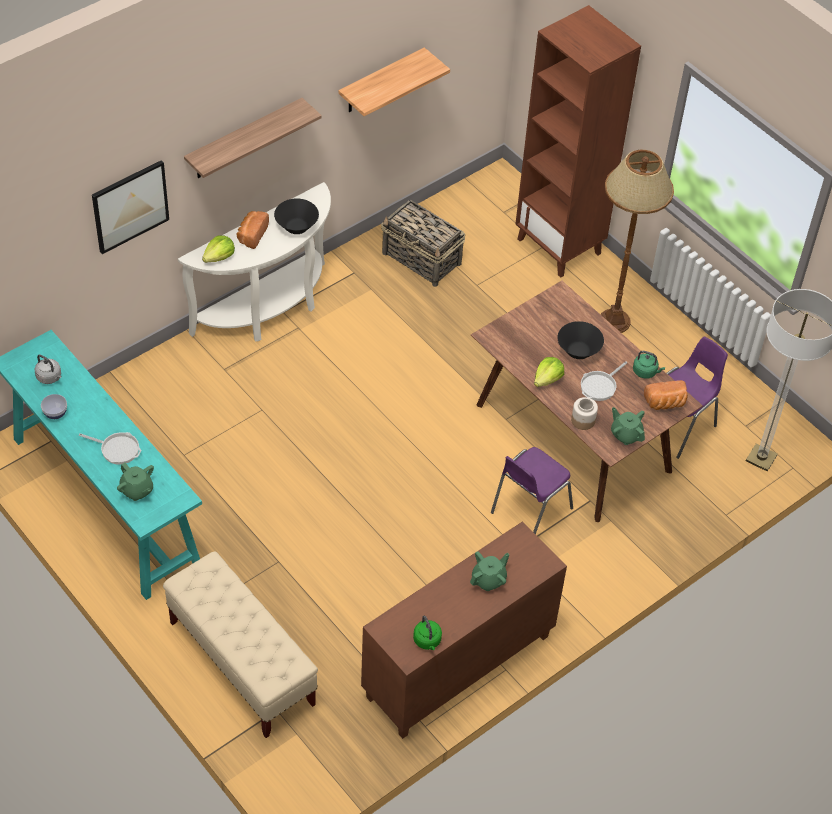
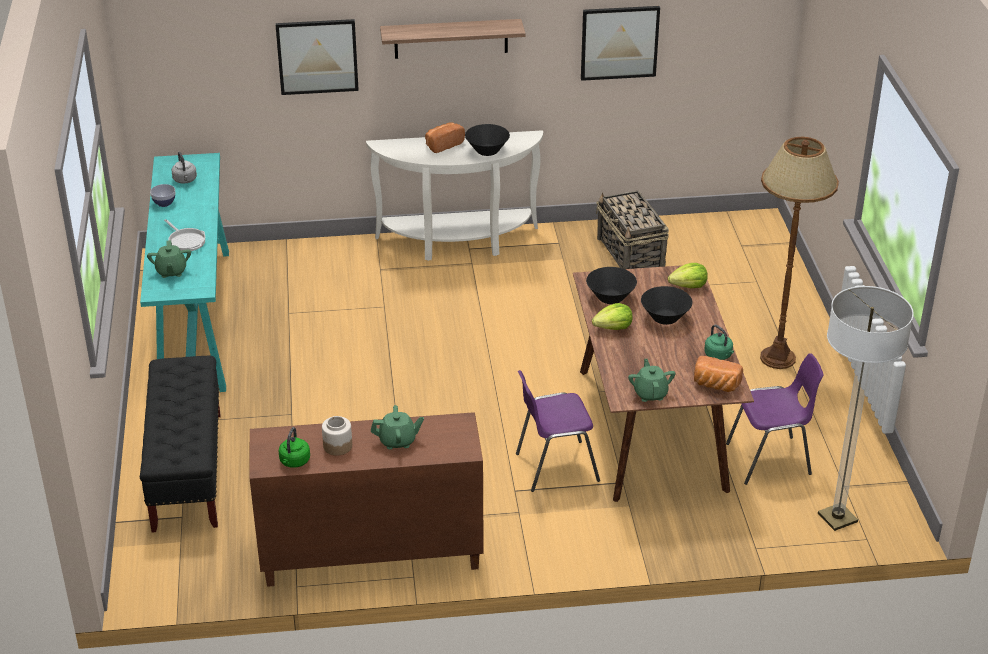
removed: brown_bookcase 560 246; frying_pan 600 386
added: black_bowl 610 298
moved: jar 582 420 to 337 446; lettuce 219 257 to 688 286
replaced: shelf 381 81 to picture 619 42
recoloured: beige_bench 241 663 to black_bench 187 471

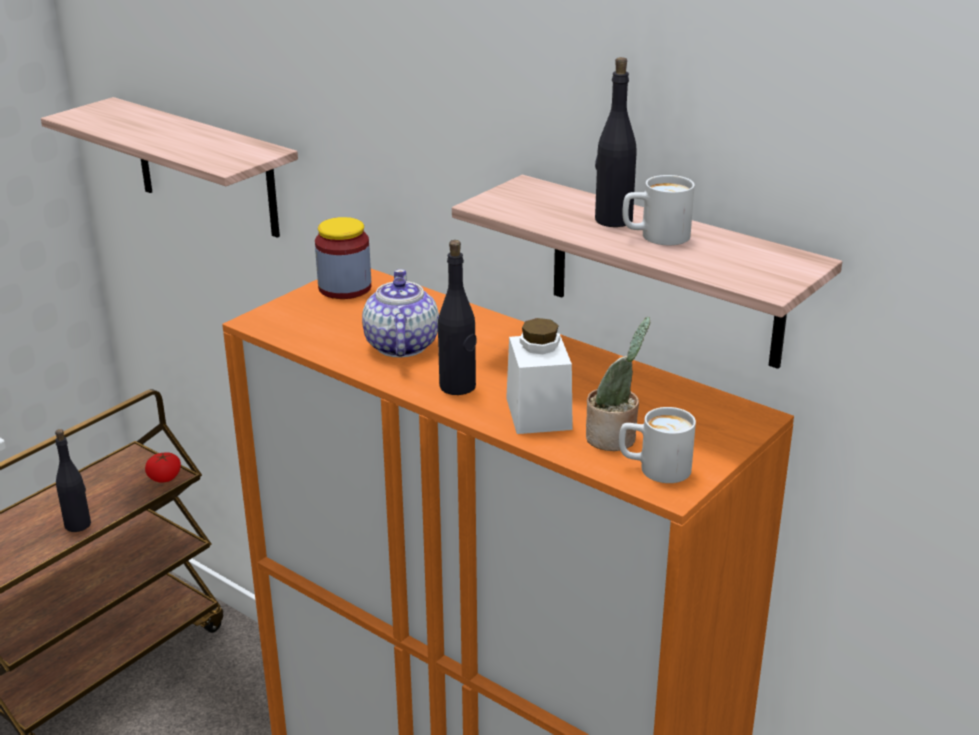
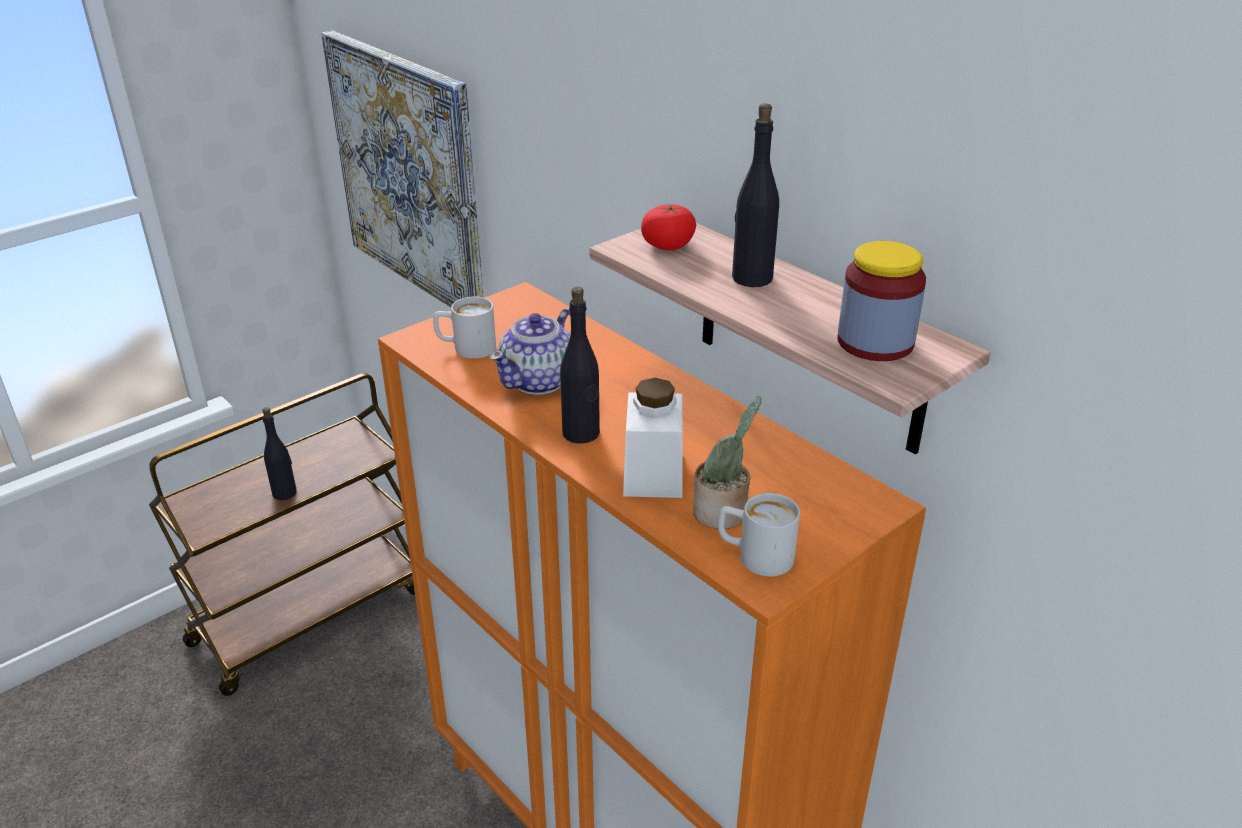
moved: white_mug 655 237 to 466 348; tomato 164 477 to 668 245; jar 345 288 to 875 342
replaced: shelf 205 168 to picture 408 173
turned: teapot 400 346 = 539 381 150 degrees counterclockwise

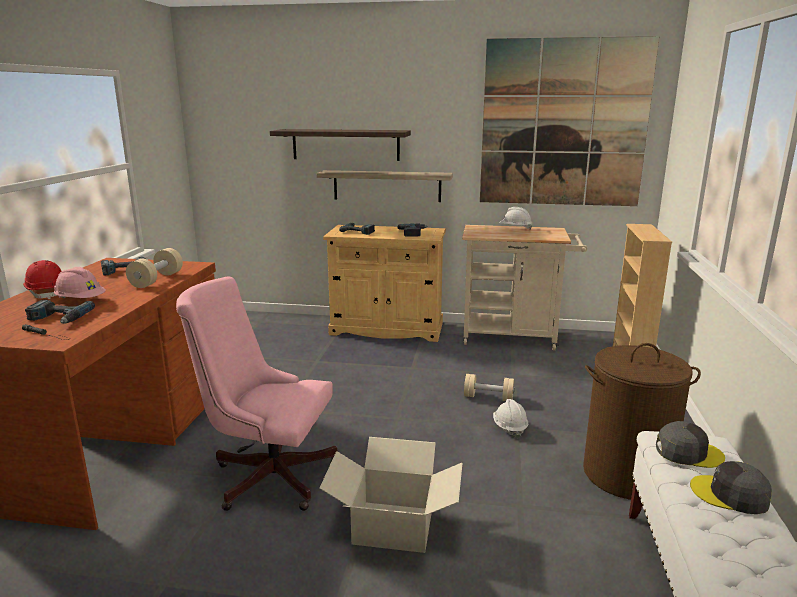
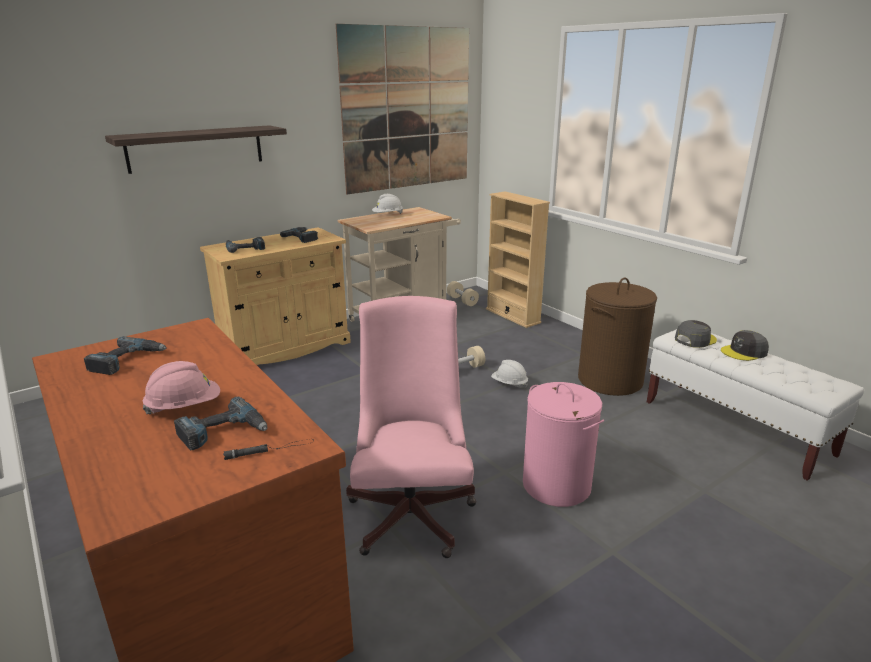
removed: red_hard_hat 48 292; shelf 387 186
moved: beige_dumbbell 157 280 to 462 301
replaced: cardboard_box 393 527 to pink_laundry_basket 557 485
turned: pink_office_chair 267 475 = 412 510 120 degrees clockwise

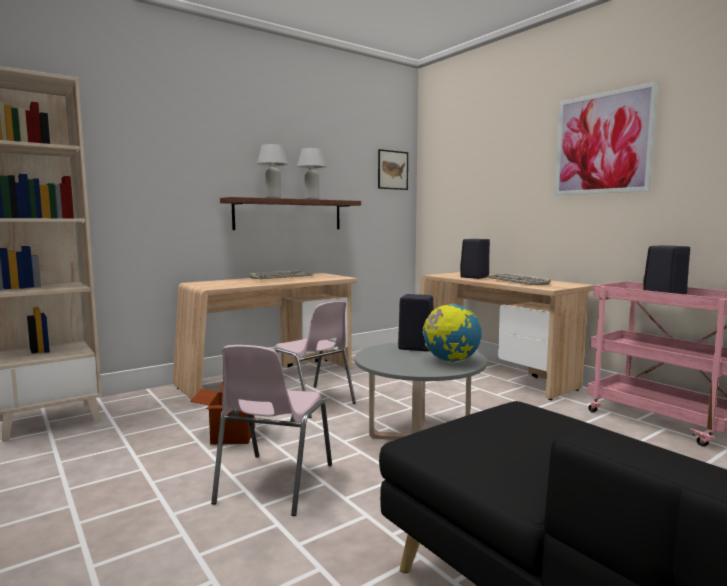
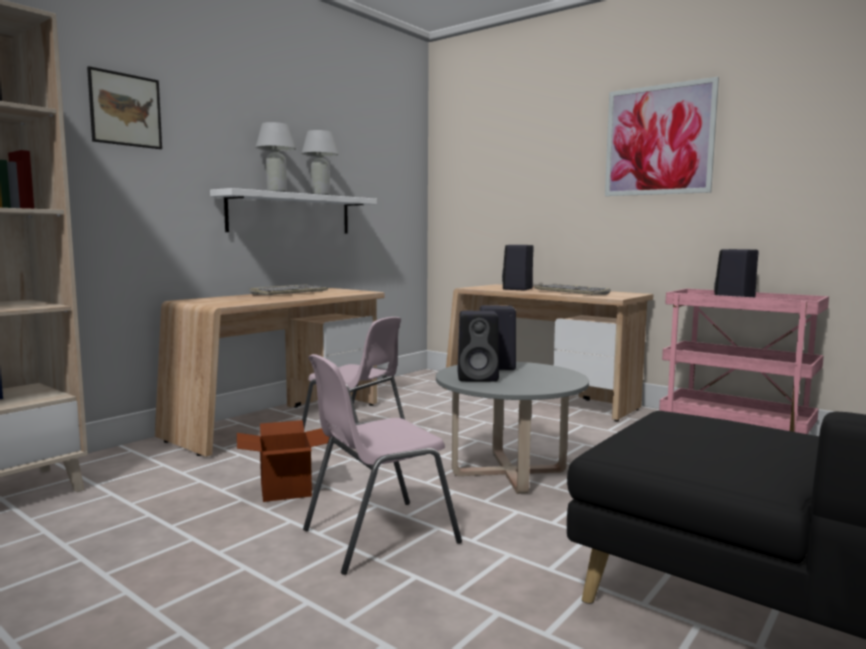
removed: globe 451 362
added: black_speaker 479 377
moved: picture 392 170 to 125 110
recoloured: brown_shelf 289 214 to white_shelf 291 214
turned: pink_chair 273 484 = 377 536 60 degrees clockwise

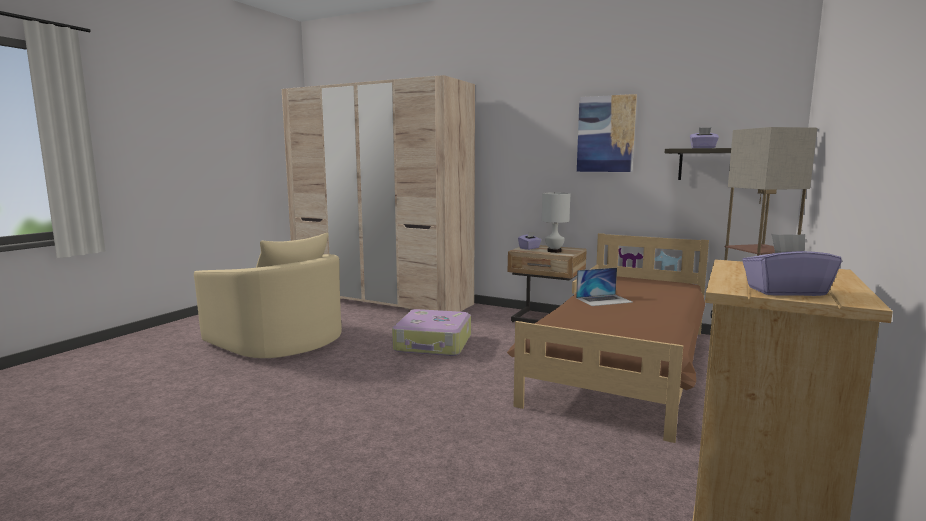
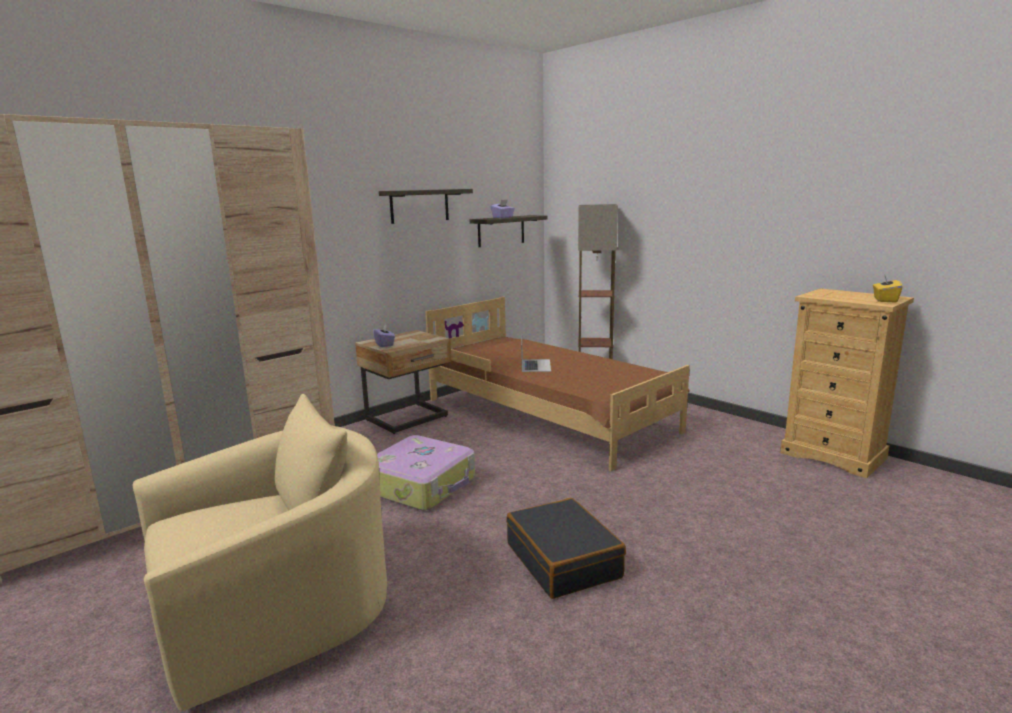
removed: white_table_lamp 554 251
added: black_suitcase 563 560
replaced: picture 606 134 to shelf 419 206
recoloured: purple_tissue_box 785 291 to yellow_tissue_box 884 300

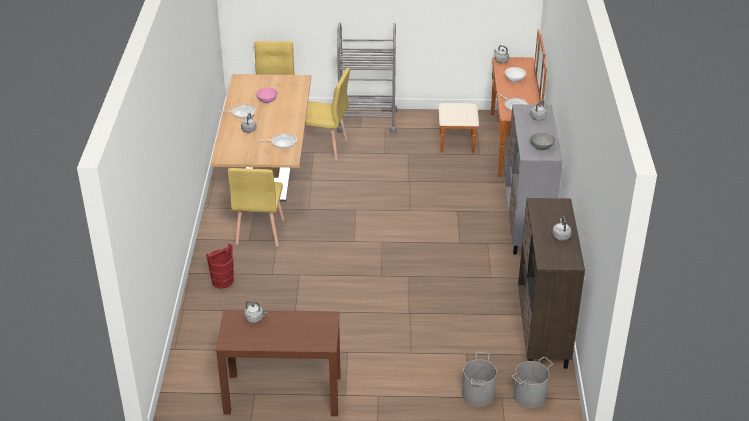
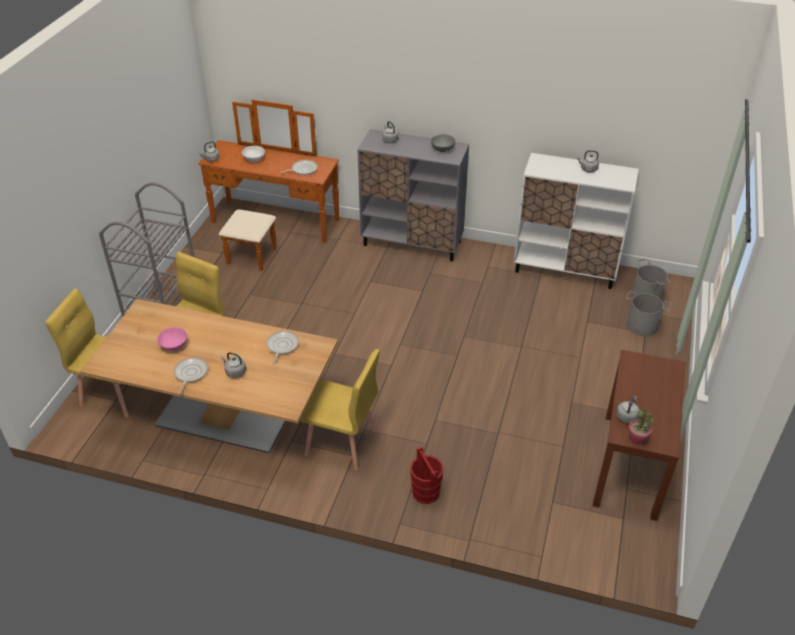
added: potted_plant 637 439
recoloured: brown_cabinet 542 331 to white_cabinet 565 270

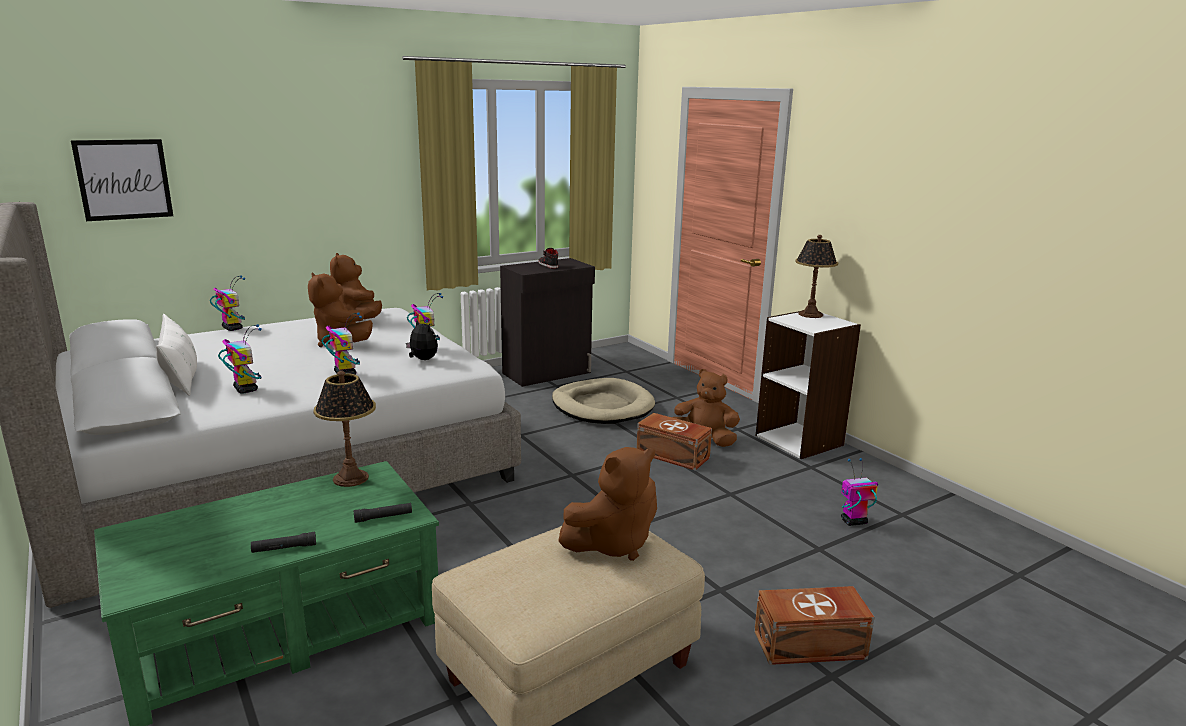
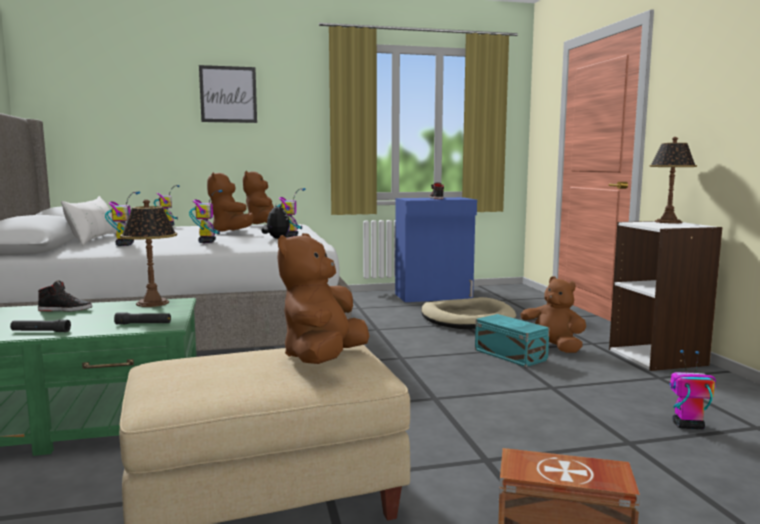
added: black_shoe 65 309
moved: picture 124 179 to 228 94
recoloured: black_cabinet 548 373 to blue_cabinet 434 296; brown_storage_box 673 456 to turquoise_storage_box 510 355
turned: brown_plush_toy 613 544 = 323 359 120 degrees clockwise

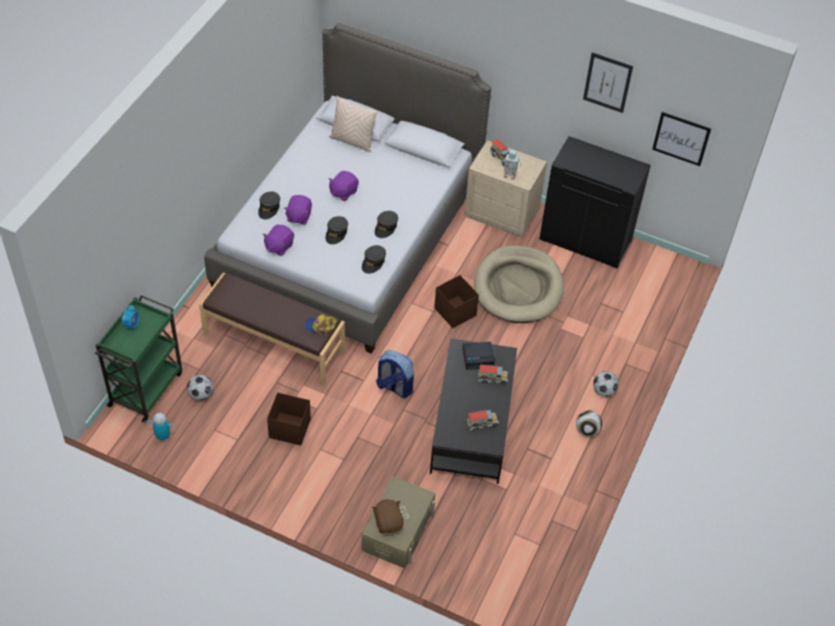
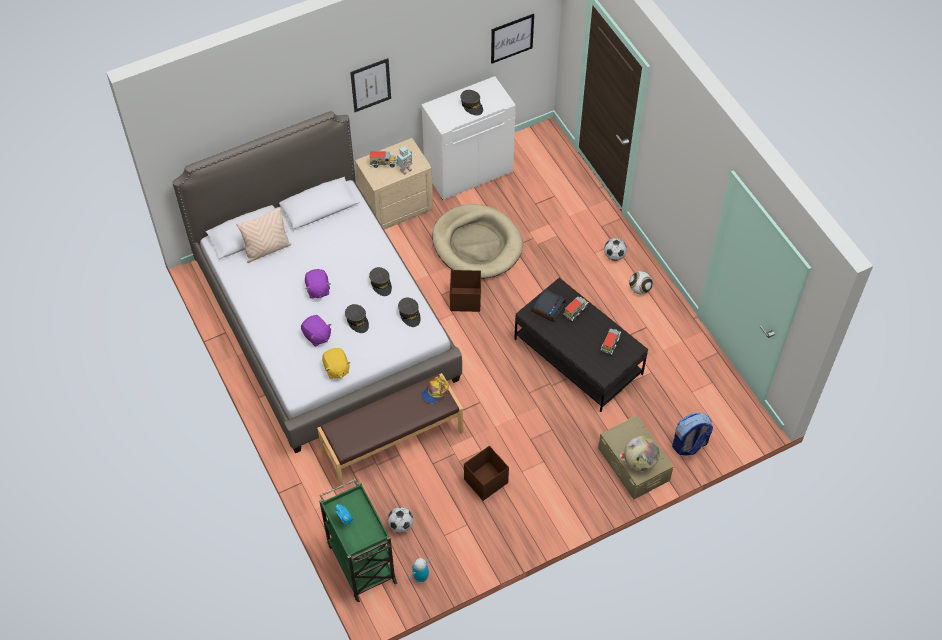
moved: picture 607 82 to 370 85; grey_cap 269 208 to 472 105; backpack 394 387 to 689 444
replaced: brown_plush_toy 388 522 to globe 640 461
recoloured: purple_plush_toy 279 246 to yellow_plush_toy 336 369; black_cabinet 586 239 to white_cabinet 468 171

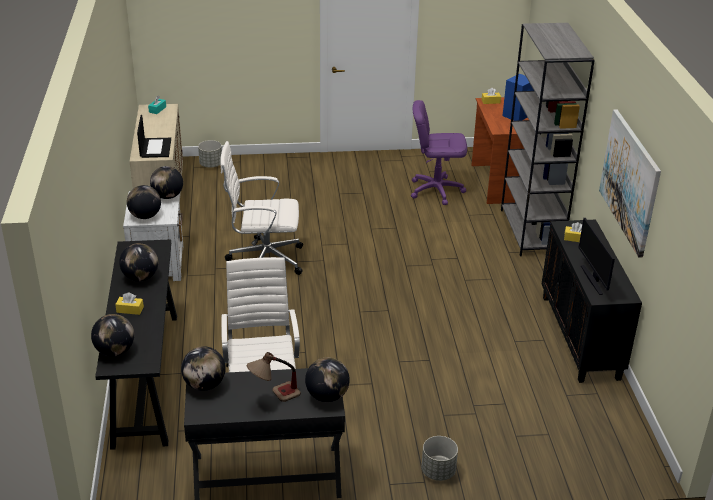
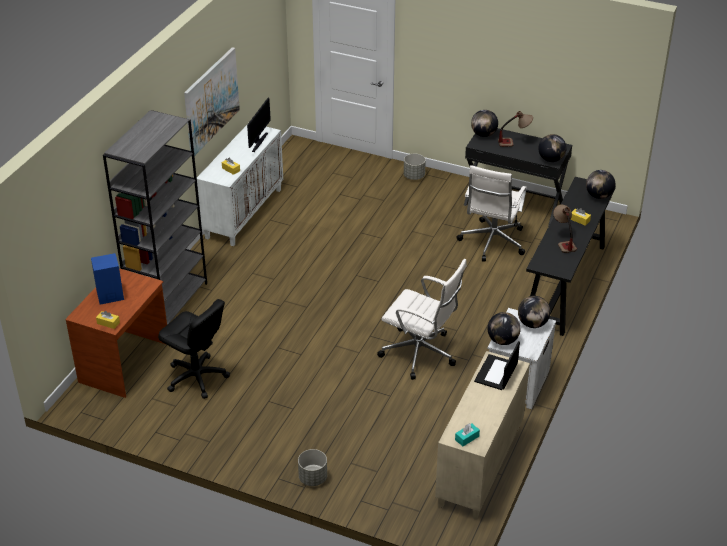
moved: grey_planter 211 164 to 312 478
replaced: globe 140 278 to table_lamp 563 242
recoloured: purple_office_chair 436 190 to black_office_chair 196 377; black_cabinet 581 337 to white_cabinet 243 213

